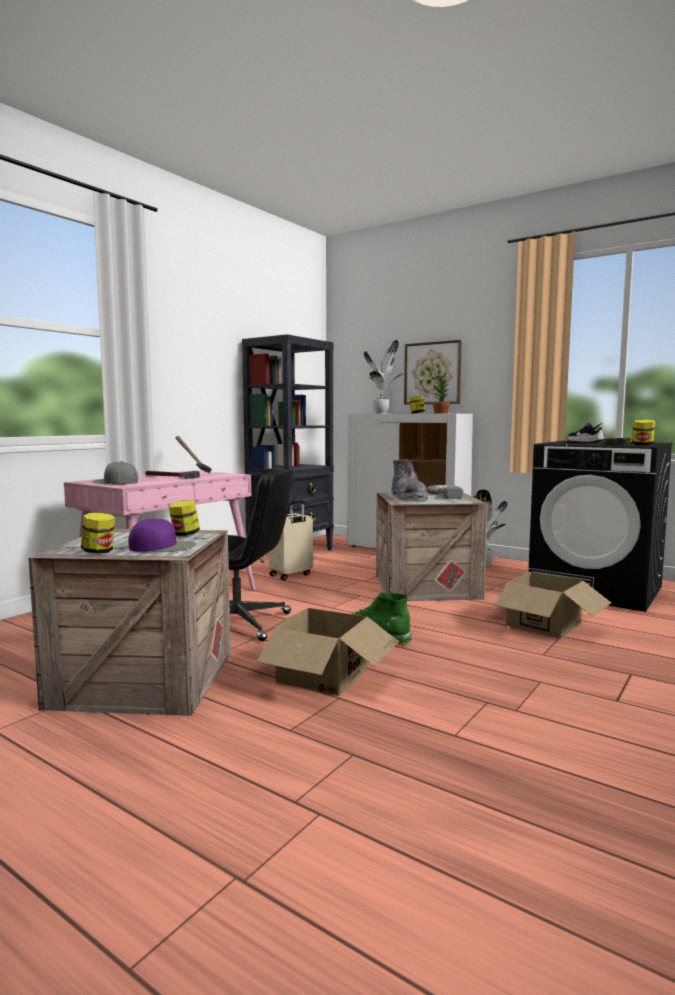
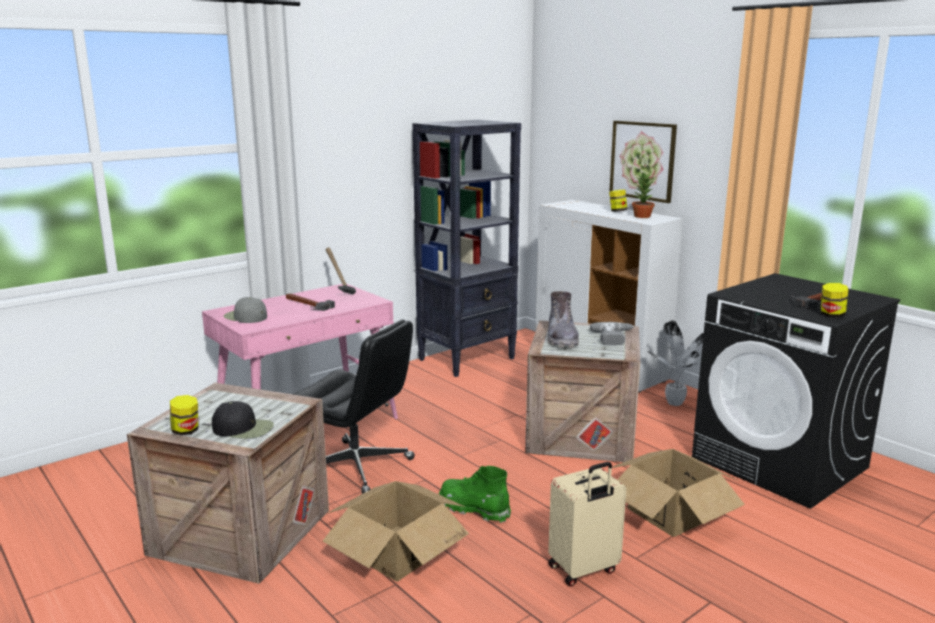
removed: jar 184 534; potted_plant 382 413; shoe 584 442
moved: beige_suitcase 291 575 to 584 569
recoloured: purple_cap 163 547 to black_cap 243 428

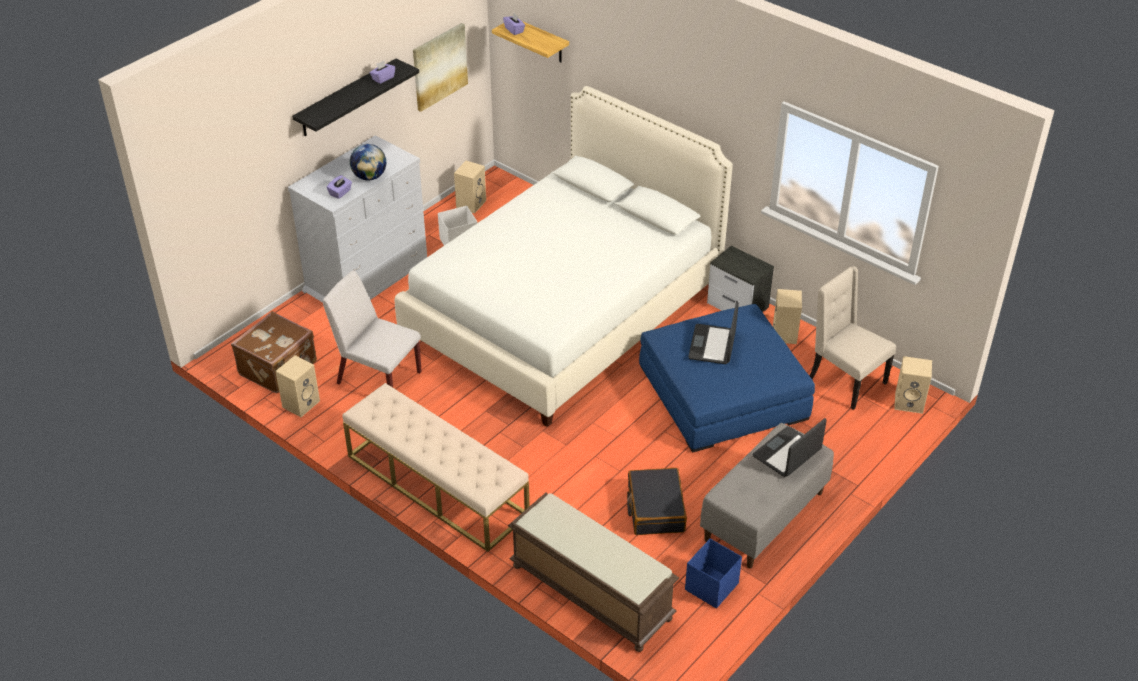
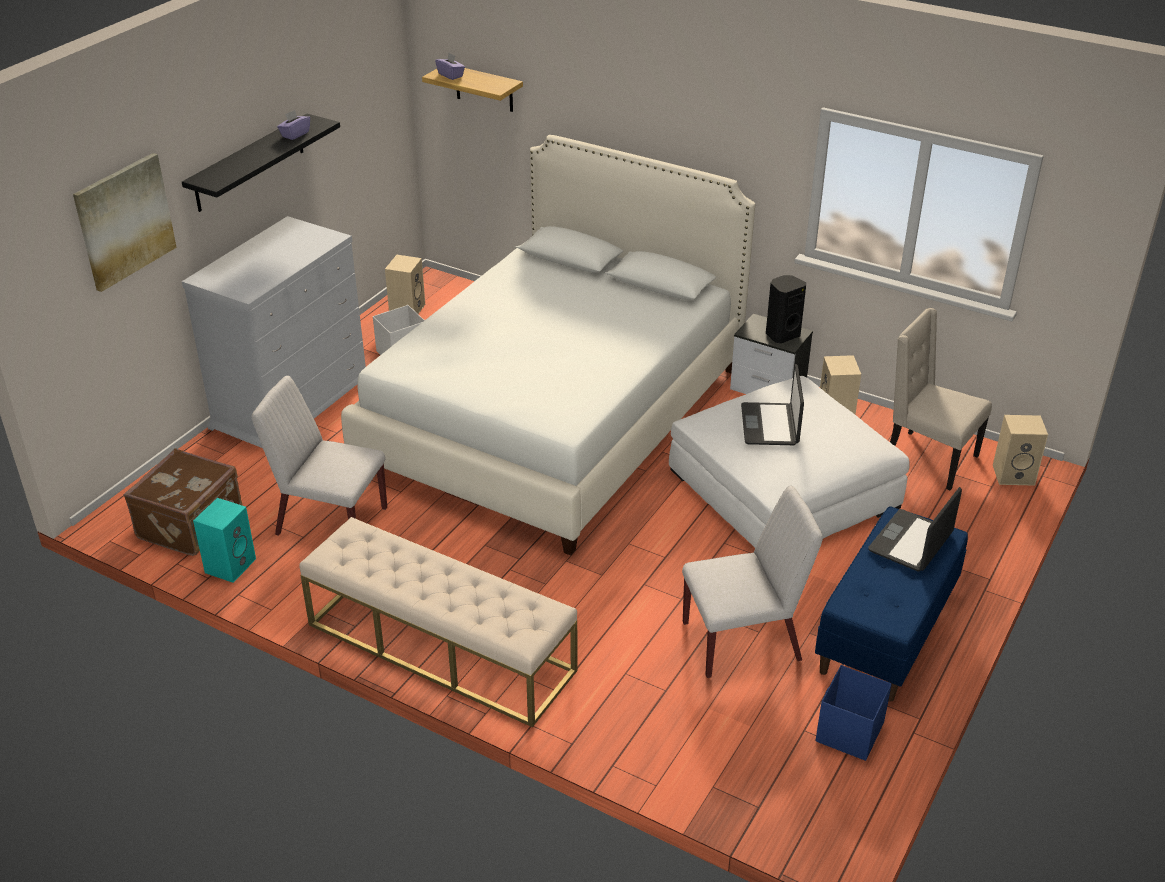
removed: purple_tissue_box 340 193; globe 369 177; brown_bench 589 592
added: black_speaker 781 334
moved: picture 439 66 to 124 221
replaced: black_suitcase 655 509 to white_chair 743 641
recoloured: beige_speaker 301 403 to turquoise_speaker 230 565; blue_ottoman 723 392 to white_ottoman 783 489; grey_bench 764 517 to blue_bench 886 633

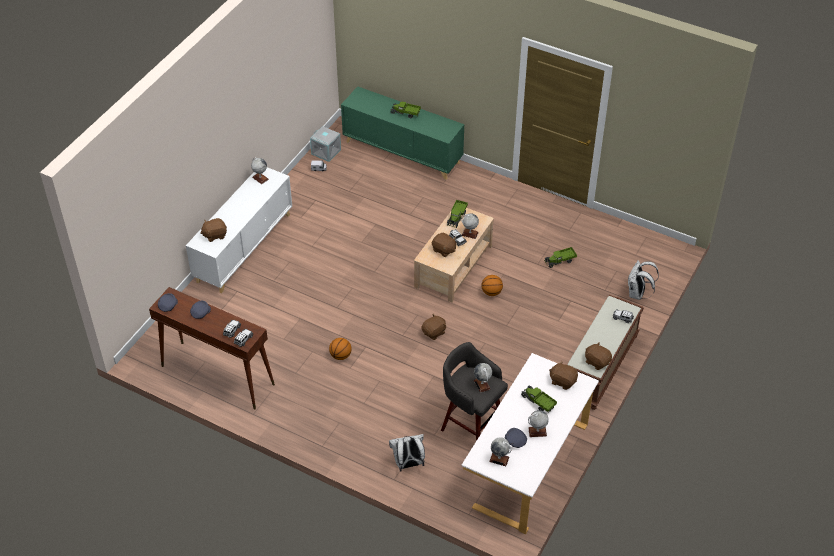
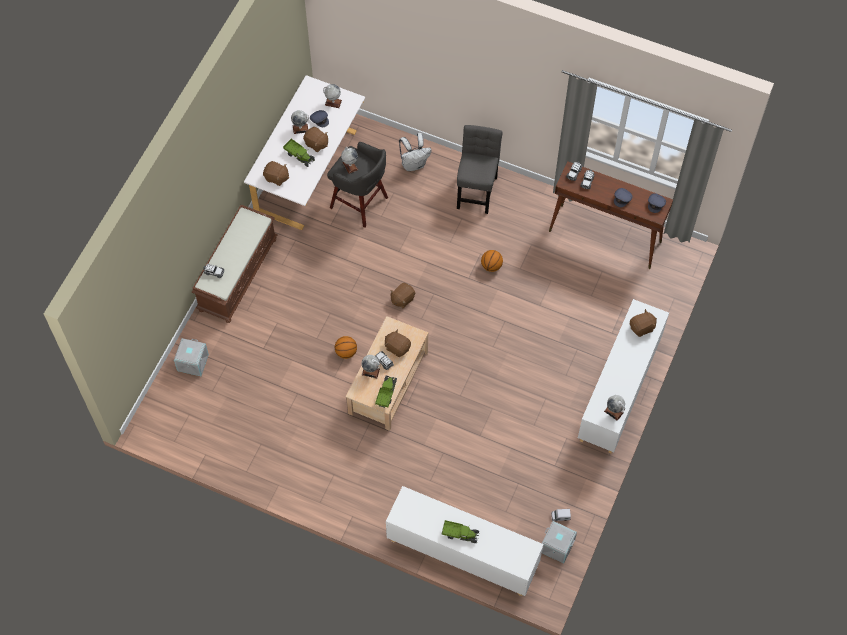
removed: toy_truck 560 261
added: grey_chair 476 190
moved: brown_plush_toy 597 361 to 316 144
replaced: white_backpack 637 294 to grey_storage_box 192 362
recoloured: green_cabinet 402 152 to white_cabinet 462 553

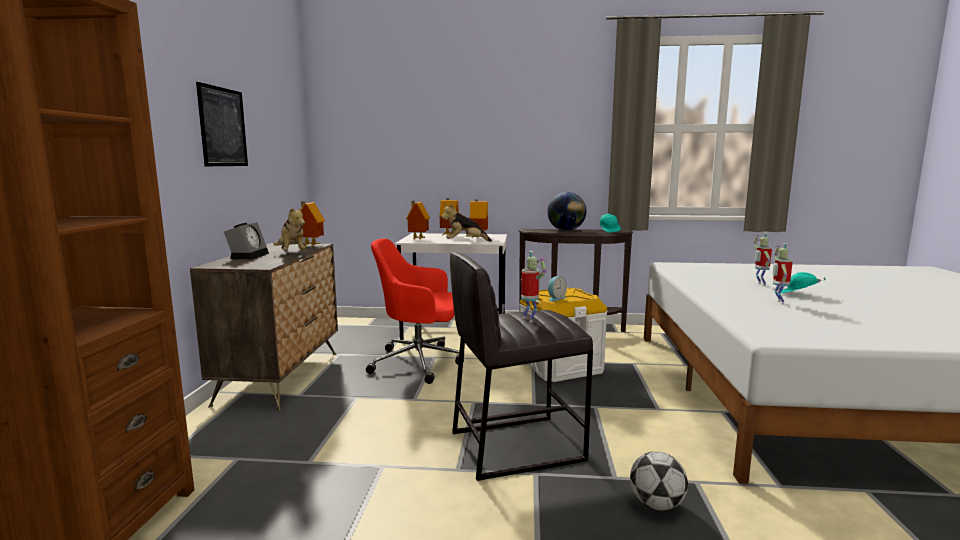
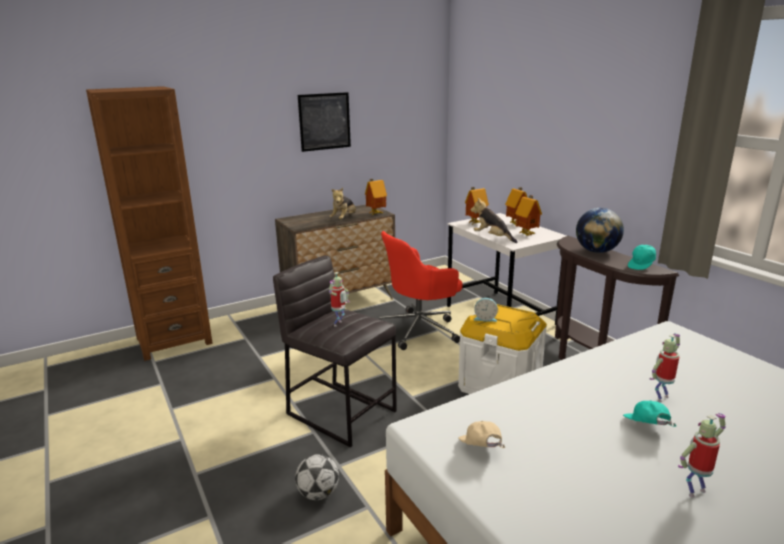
removed: alarm_clock 248 255
added: beige_cap 480 449
moved: toy_robot 778 302 to 694 490
turned: red_office_chair 419 363 = 420 329 90 degrees counterclockwise

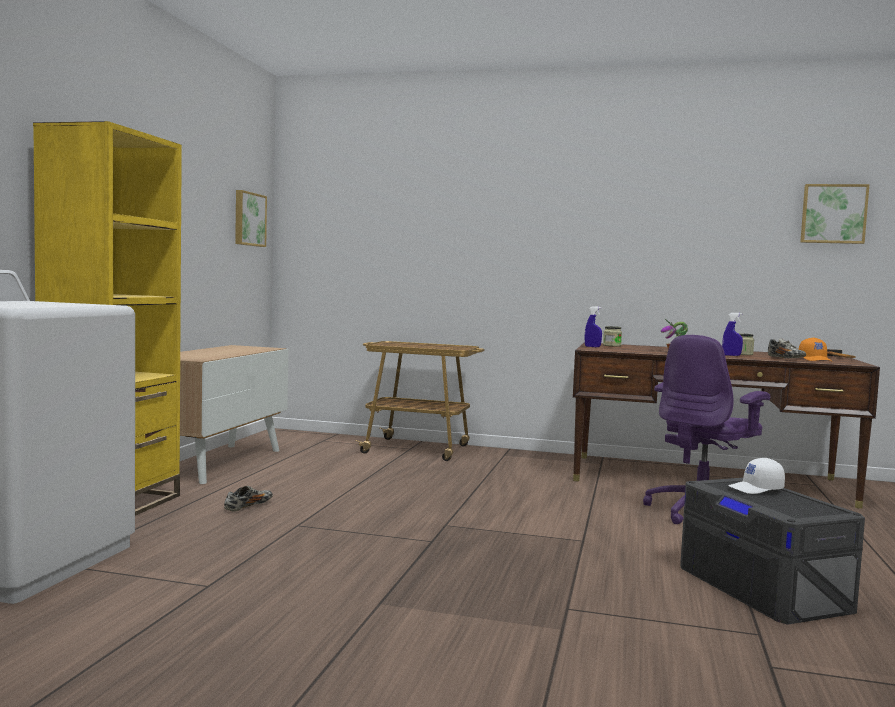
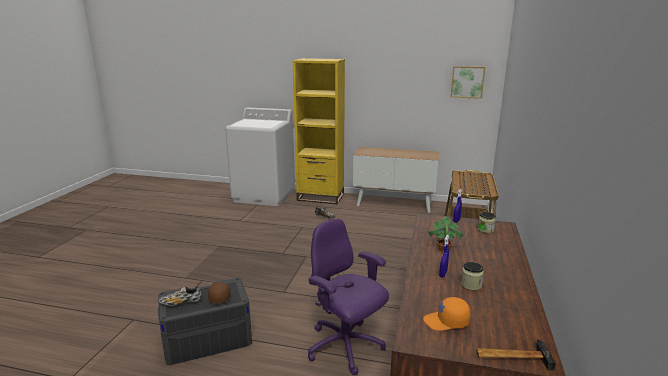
removed: picture 833 214
moved: shoe 786 359 to 181 303
recoloured: white_cap 756 489 to brown_cap 219 296

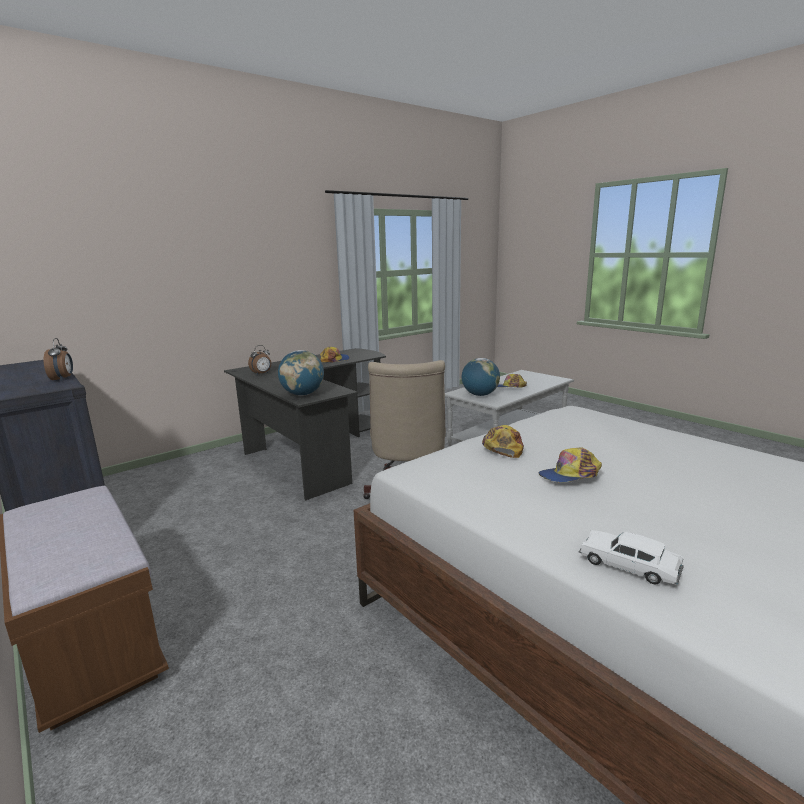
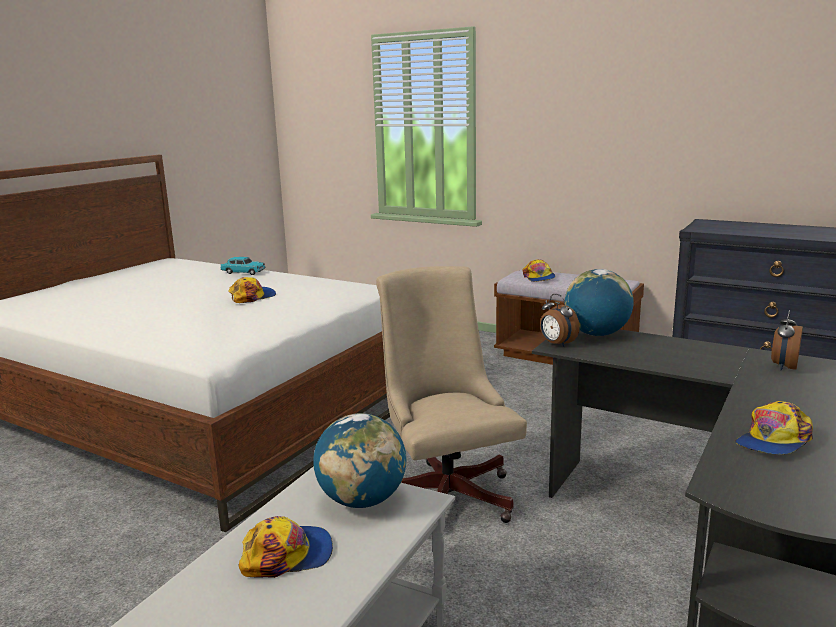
moved: cap 502 447 to 539 277; alarm_clock 63 379 to 557 344
recoloured: white_toy_car 628 567 to turquoise_toy_car 243 272

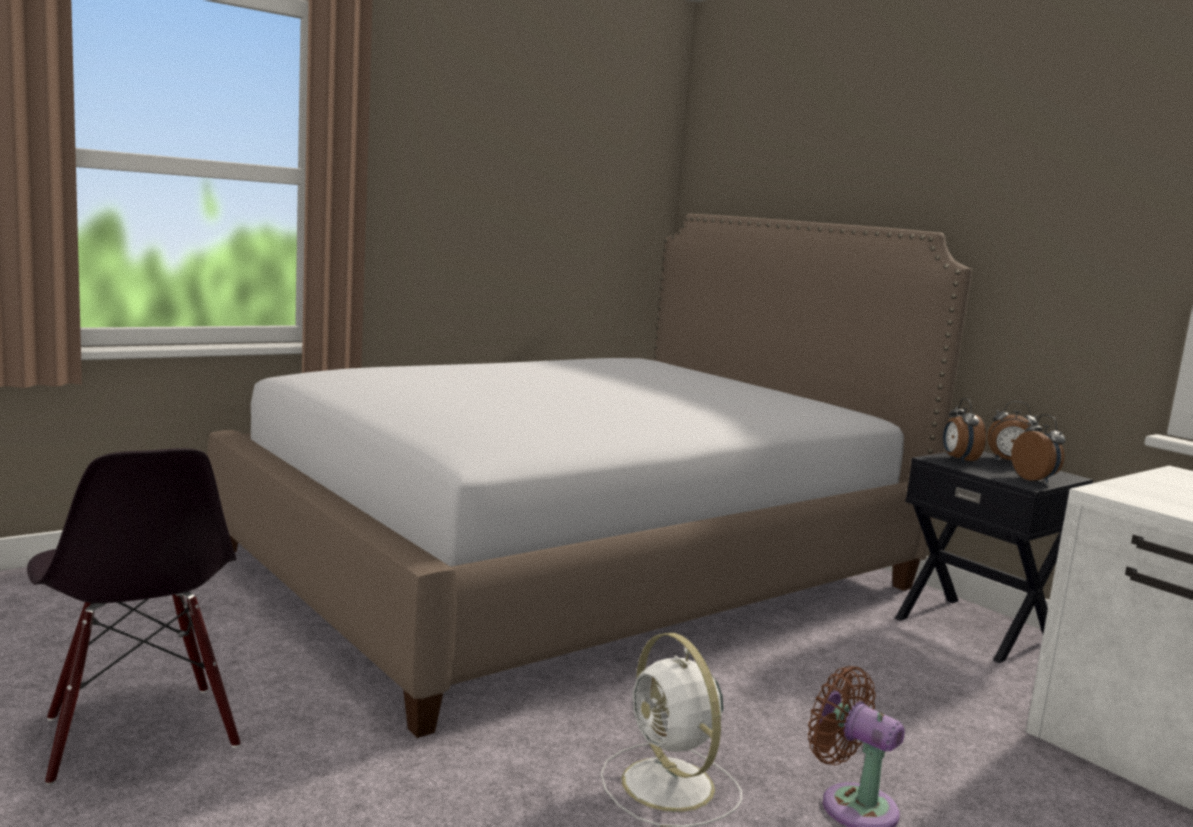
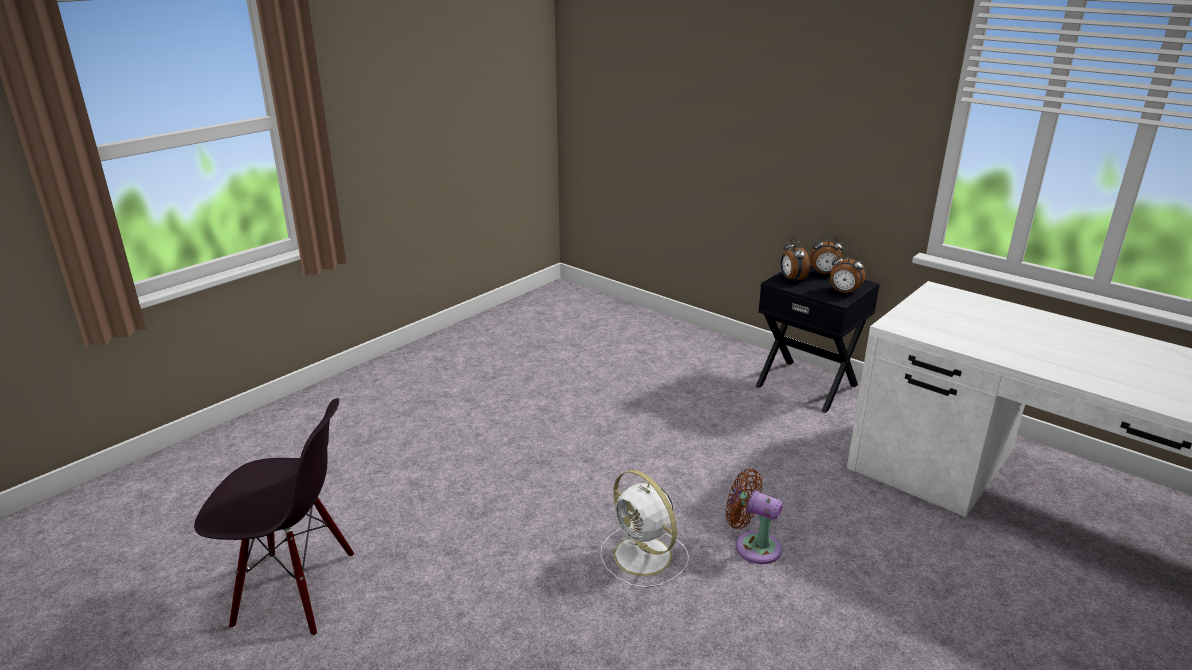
removed: bed 576 569
turned: black_chair 139 733 = 295 591 45 degrees counterclockwise; alarm_clock 1035 479 = 843 292 150 degrees clockwise

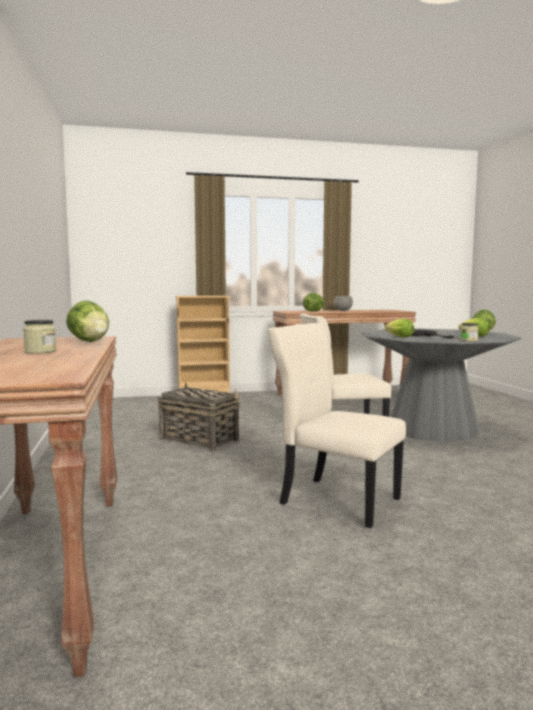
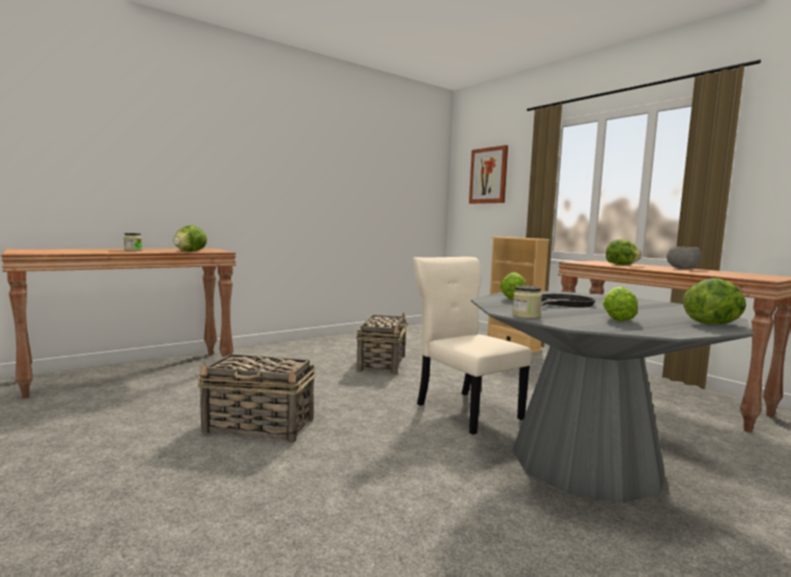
added: picture 488 175
replaced: beige_chair 335 500 to basket 260 426

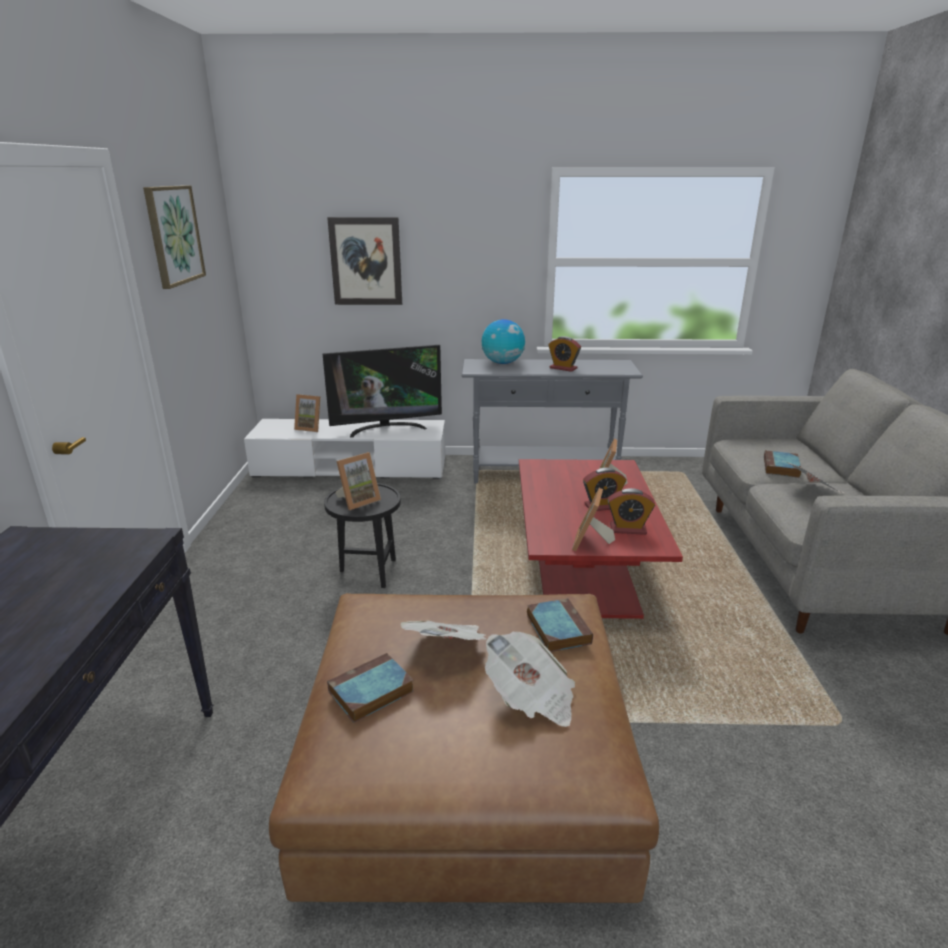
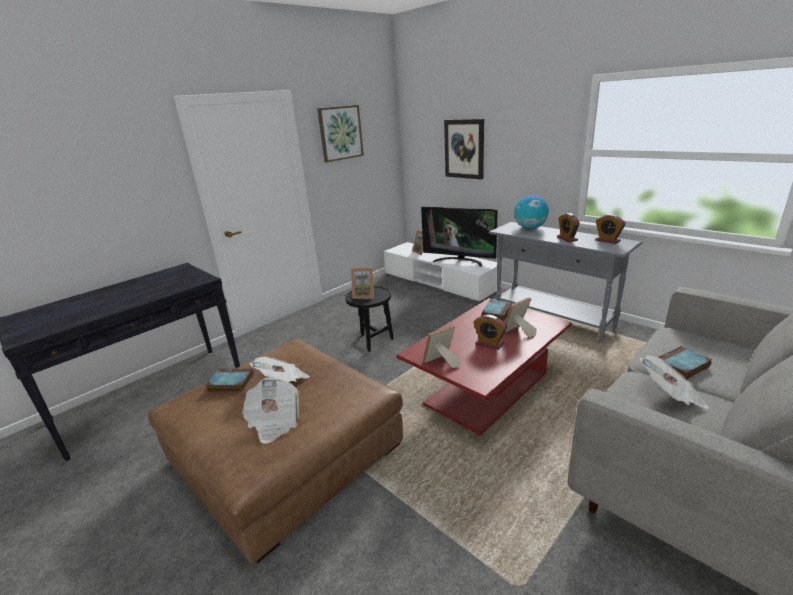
moved: book 557 628 to 496 312; alarm_clock 628 529 to 607 240

